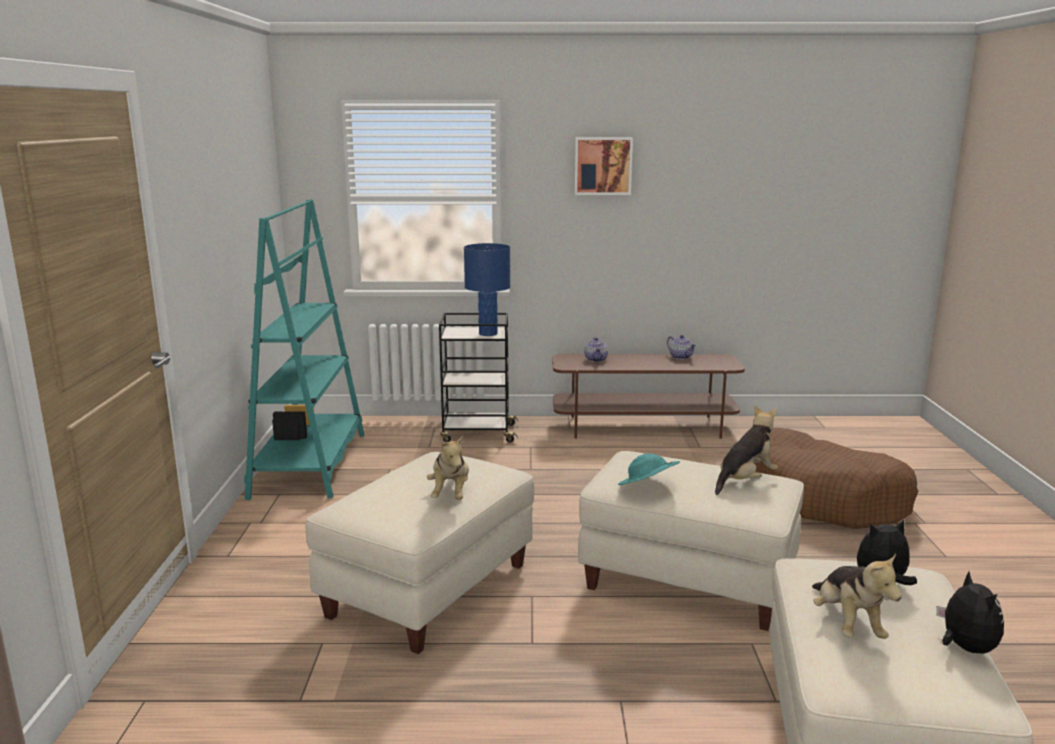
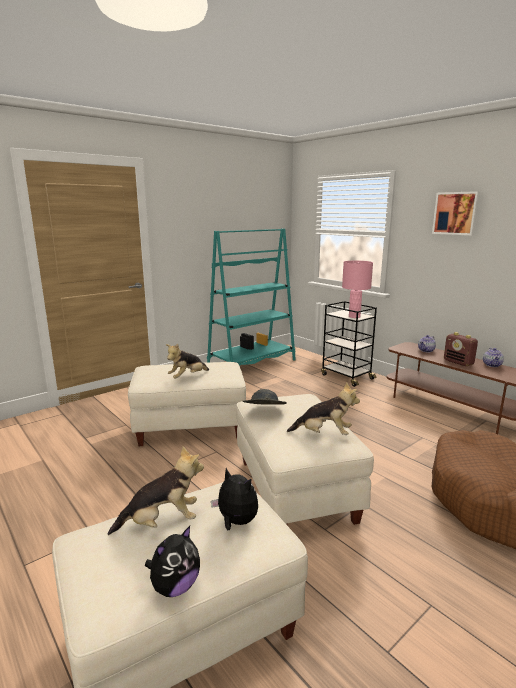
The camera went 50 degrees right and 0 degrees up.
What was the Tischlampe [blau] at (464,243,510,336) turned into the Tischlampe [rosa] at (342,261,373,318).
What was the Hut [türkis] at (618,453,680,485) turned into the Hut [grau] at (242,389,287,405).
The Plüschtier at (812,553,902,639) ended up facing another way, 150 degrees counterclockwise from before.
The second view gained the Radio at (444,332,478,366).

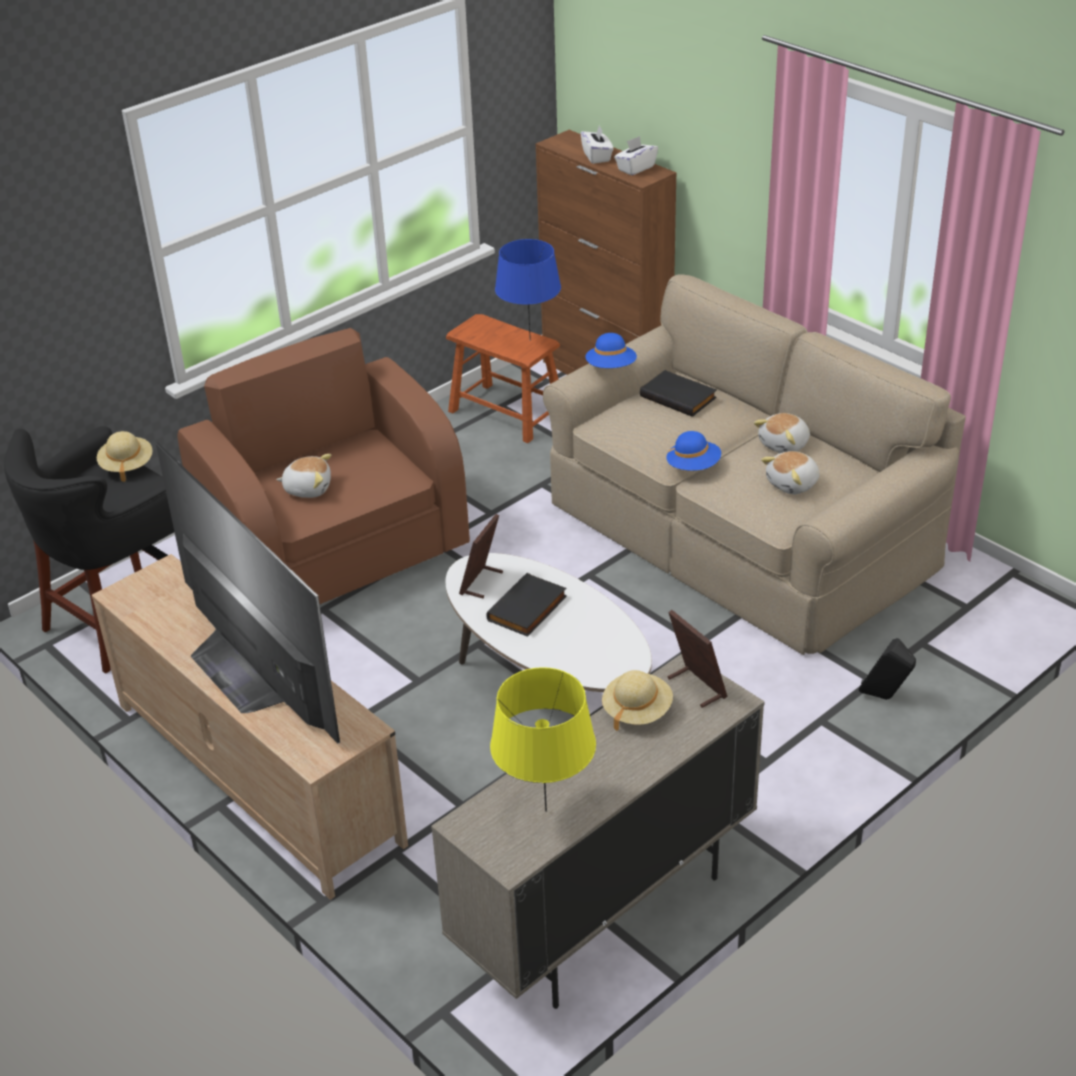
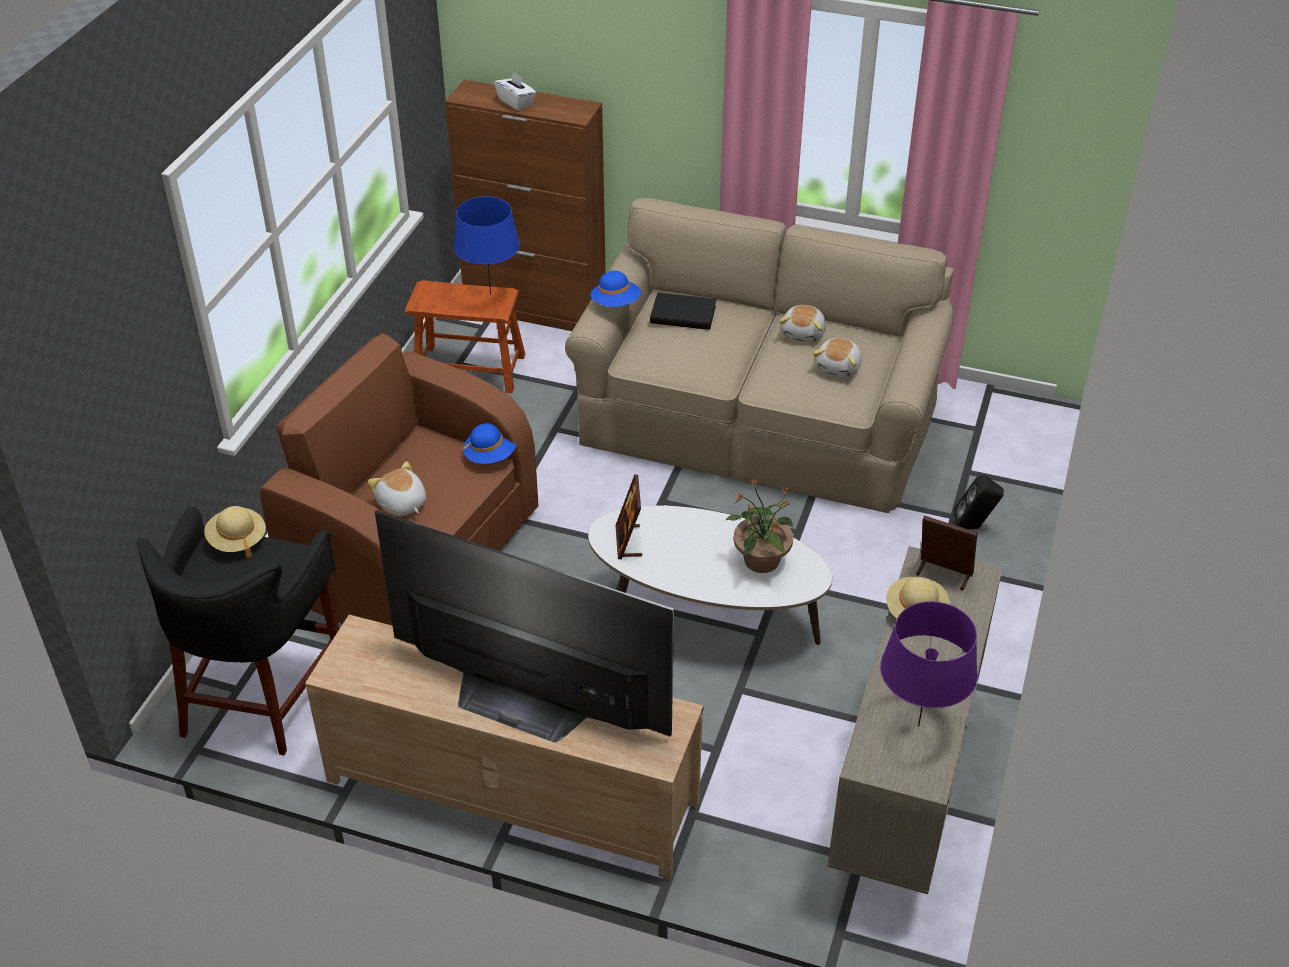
The camera went 30 degrees left and 5 degrees up.
The second view lost the Taschentuchbox [weiß] at (614,136,658,176).
The Hut [blau] ended up elsewhere, having gone from (667,431,721,471) to (463,423,516,464).
The Plüschtier at (276,454,331,498) ended up facing another way, 105 degrees counterclockwise from before.
The second view lost the Buch [schwarz] at (486,573,567,637).
What was the Tischlampe [gelb] at (490,667,596,812) turned into the Tischlampe [lila] at (880,601,978,727).
The second view gained the Topfpflanze at (725,479,793,573).

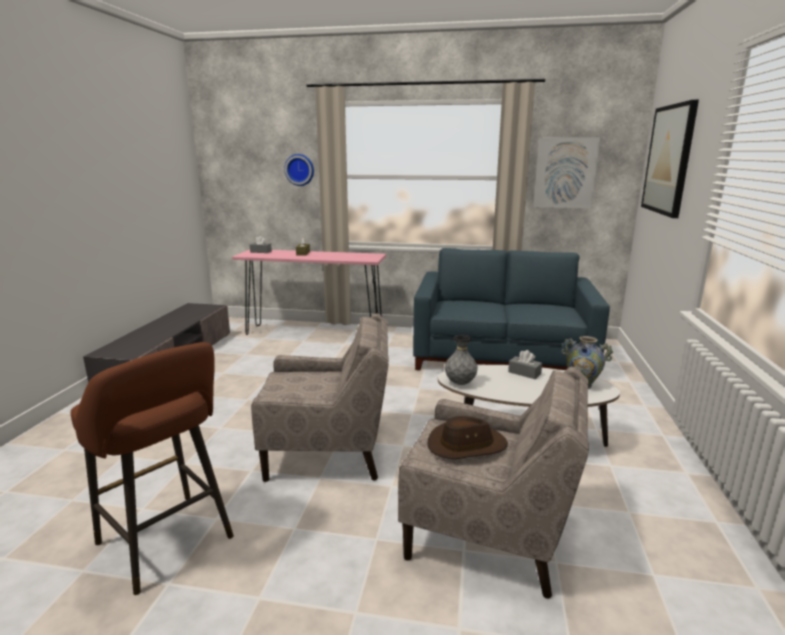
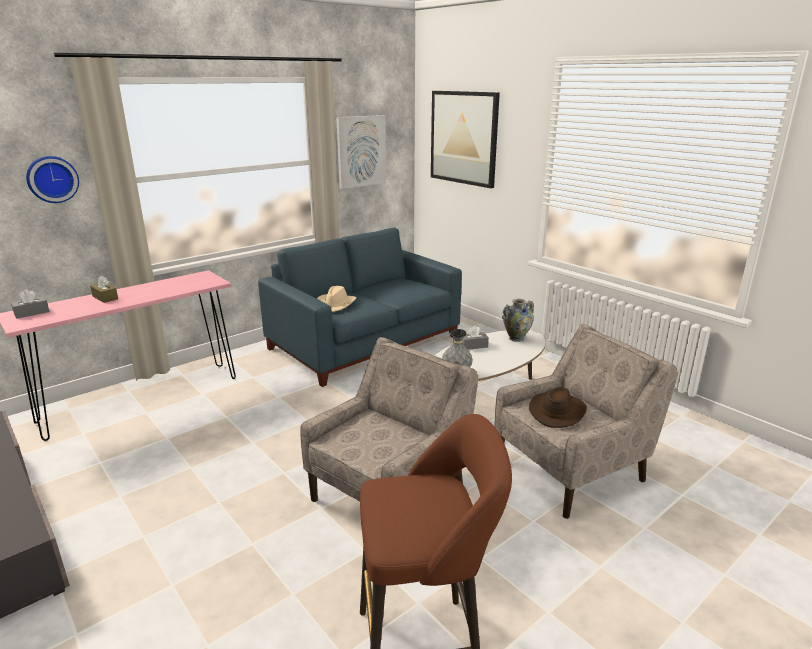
The camera went 50 degrees left and 5 degrees up.
The second view gained the Hut [beige] at (317,286,356,312).

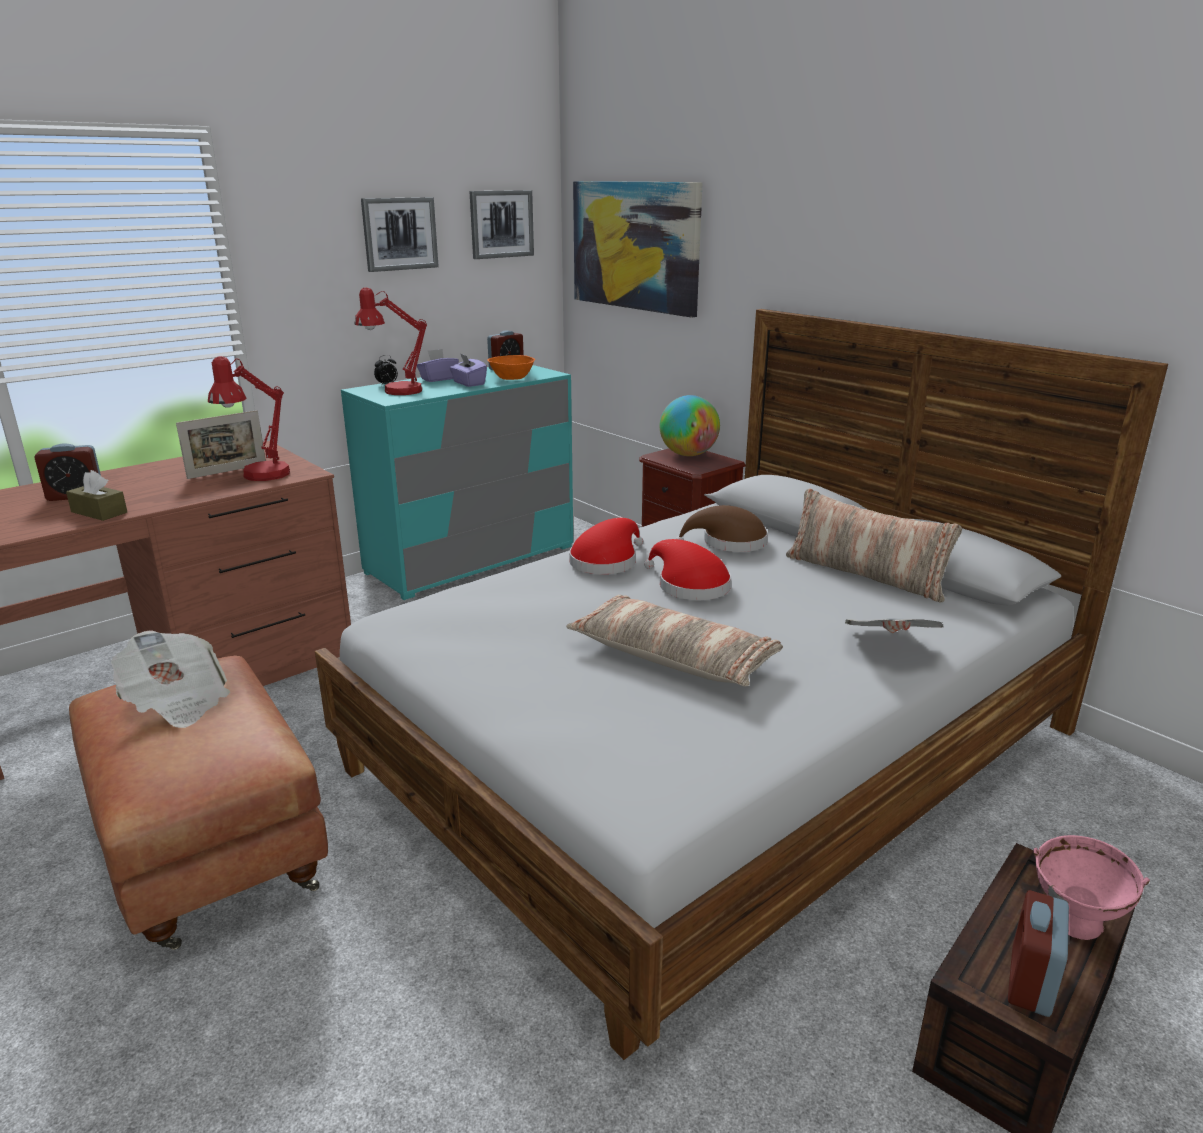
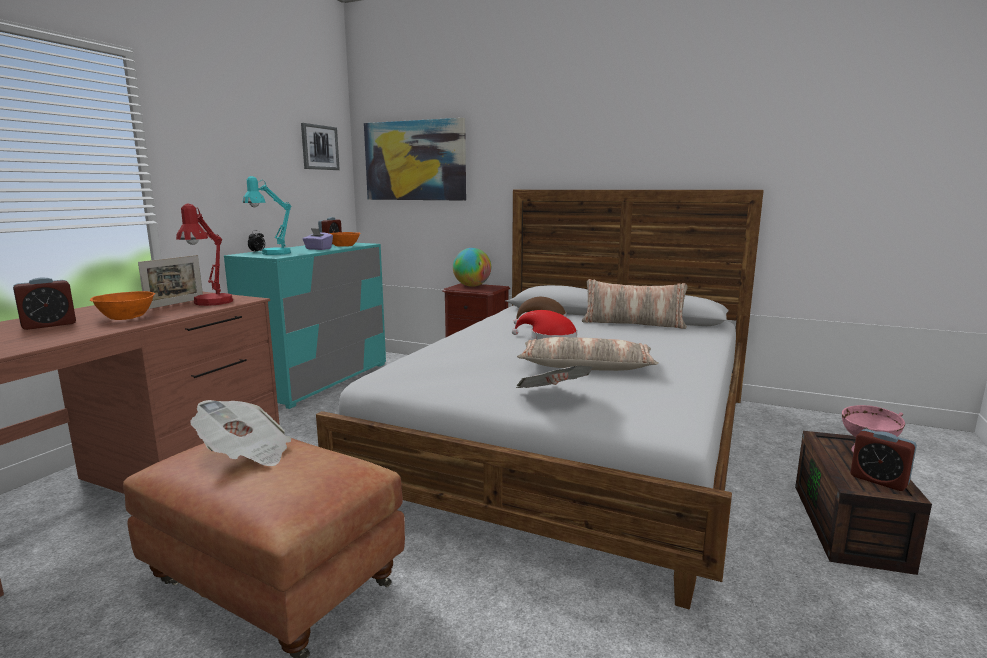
The camera went 25 degrees left and 10 degrees down.
The second view lost the Bild at (361,197,439,272).
What was the Tischlampe [rot] at (354,287,427,395) turned into the Tischlampe [türkis] at (242,176,292,255).
The second view lost the Taschentuchbox [lila] at (417,349,459,382).
The second view lost the Taschentuchbox [braun] at (66,470,127,521).
The second view lost the Hut [rot] at (569,518,643,574).
The Zeitung ended up elsewhere, having gone from (845,619,944,633) to (516,365,593,388).
The Wecker at (1008,890,1069,1017) ended up facing another way, 45 degrees counterclockwise from before.
The second view gained the Schüssel [orange] at (90,291,155,320).

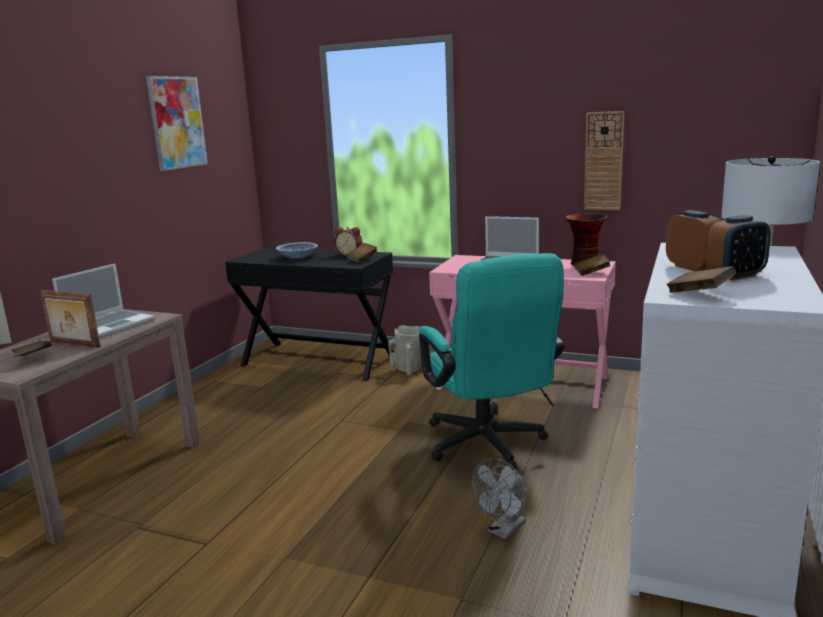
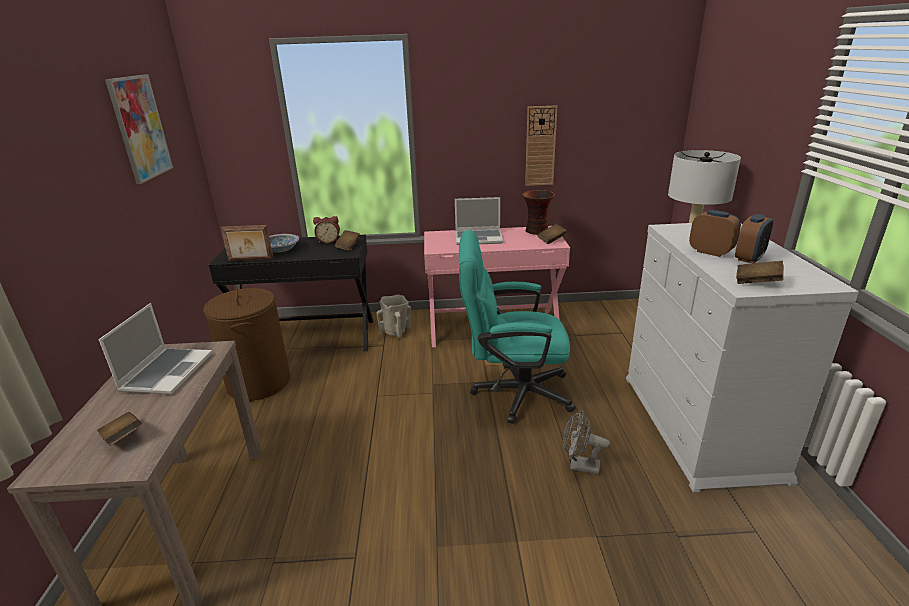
The camera went 25 degrees left and 10 degrees up.
The Bürostuhl [türkis] at (419,253,564,470) ended up facing another way, 135 degrees clockwise from before.
The Bilderrahmen ended up elsewhere, having gone from (40,290,101,348) to (220,225,274,261).
The Ventilator [grau] at (472,458,526,540) ended up facing another way, 90 degrees clockwise from before.
The second view gained the Wäschekorb [braun] at (203,287,290,401).

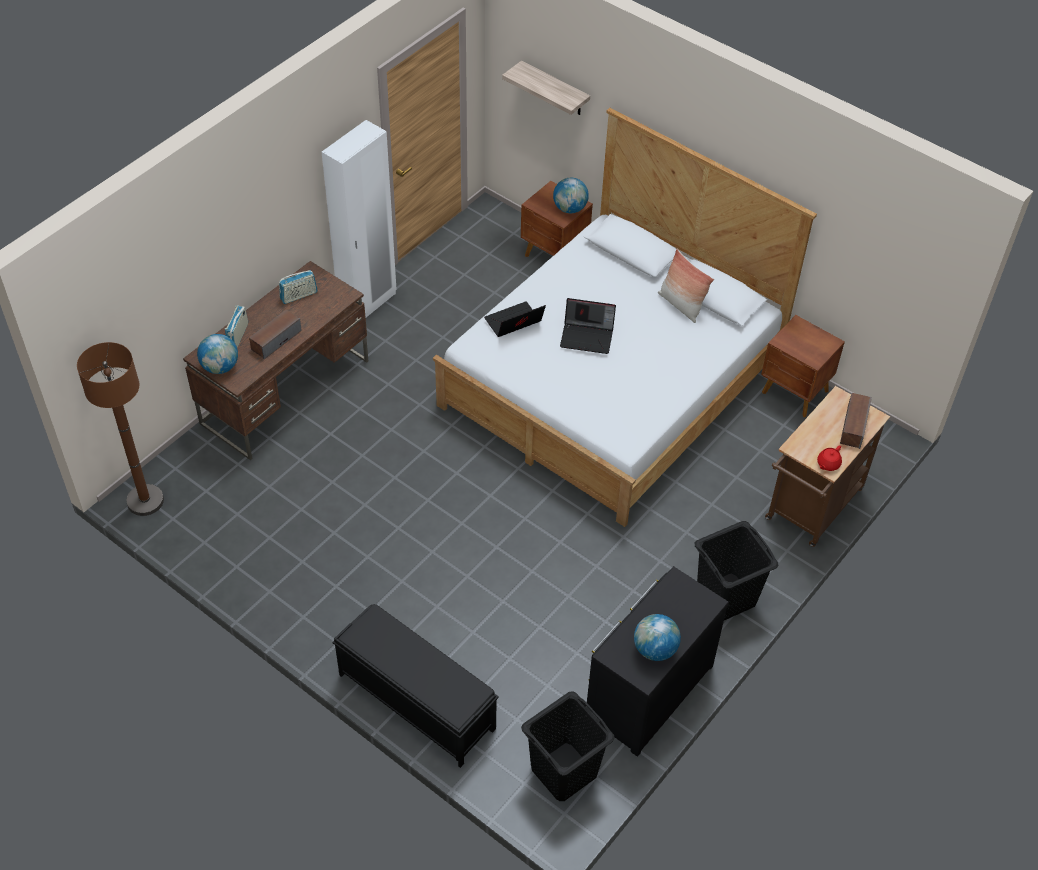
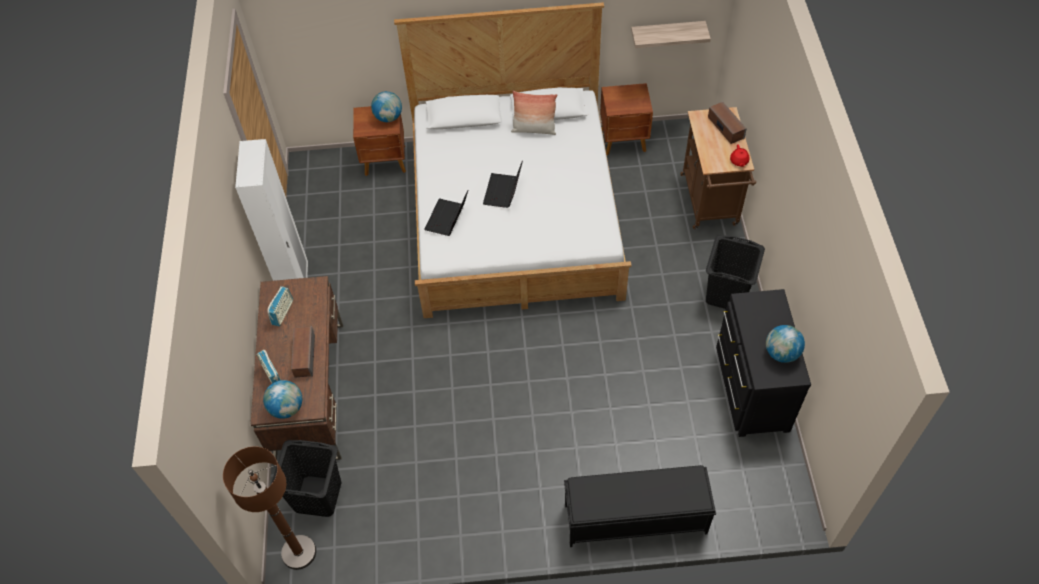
The camera went 40 degrees left and 5 degrees up.
The Wandregal ended up elsewhere, having gone from (502,60,590,115) to (631,21,711,48).
The Laptop at (560,298,616,354) ended up facing another way, 135 degrees clockwise from before.
The Wäschekorb [schwarz] ended up elsewhere, having gone from (521,691,615,801) to (271,440,341,517).

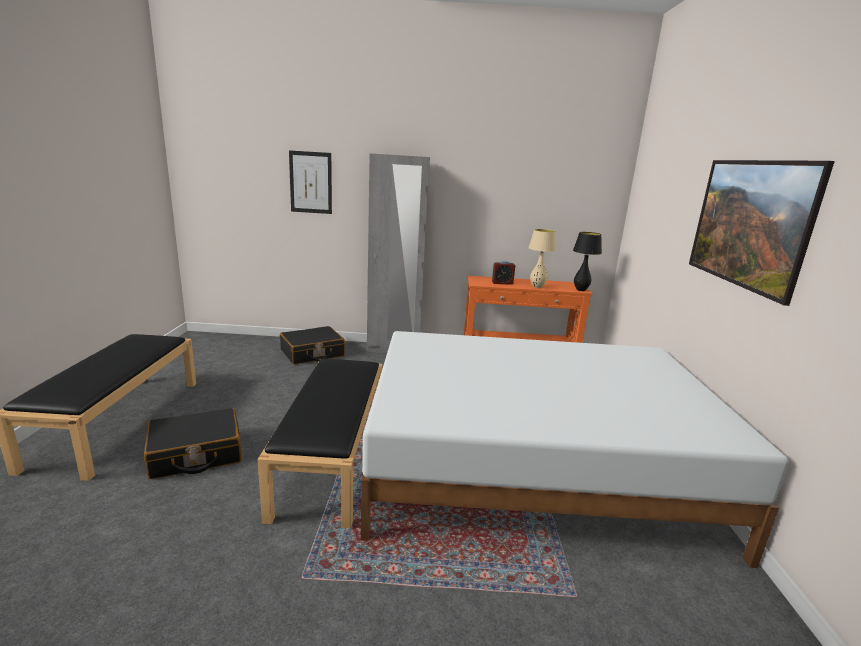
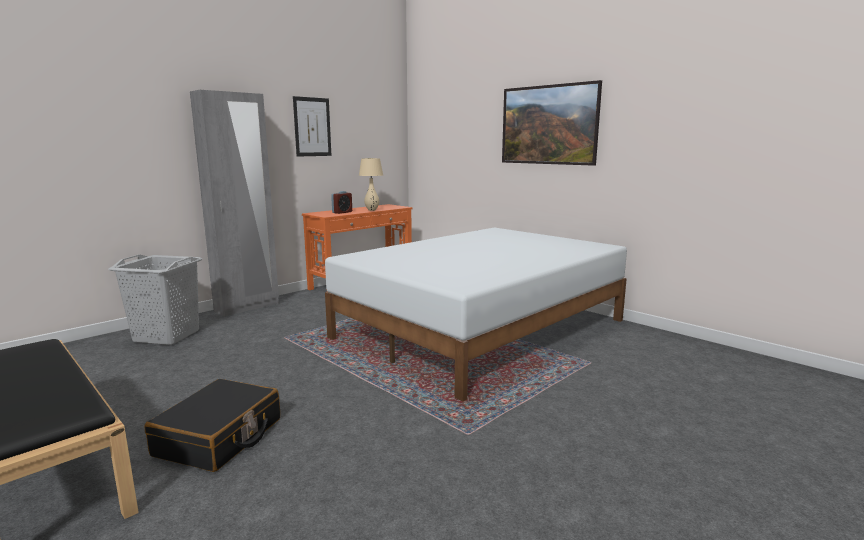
The camera went 45 degrees left and 5 degrees down.
The Bild ended up elsewhere, having gone from (289,150,332,214) to (293,96,331,157).
The second view lost the Tischlampe [schwarz] at (573,232,602,291).
Where the Koffer [schwarz] stood at (280,326,345,364), the Wäschekorb [grau] came to stand at (108,254,202,345).
The second view lost the Bank [schwarz] at (257,359,383,528).

